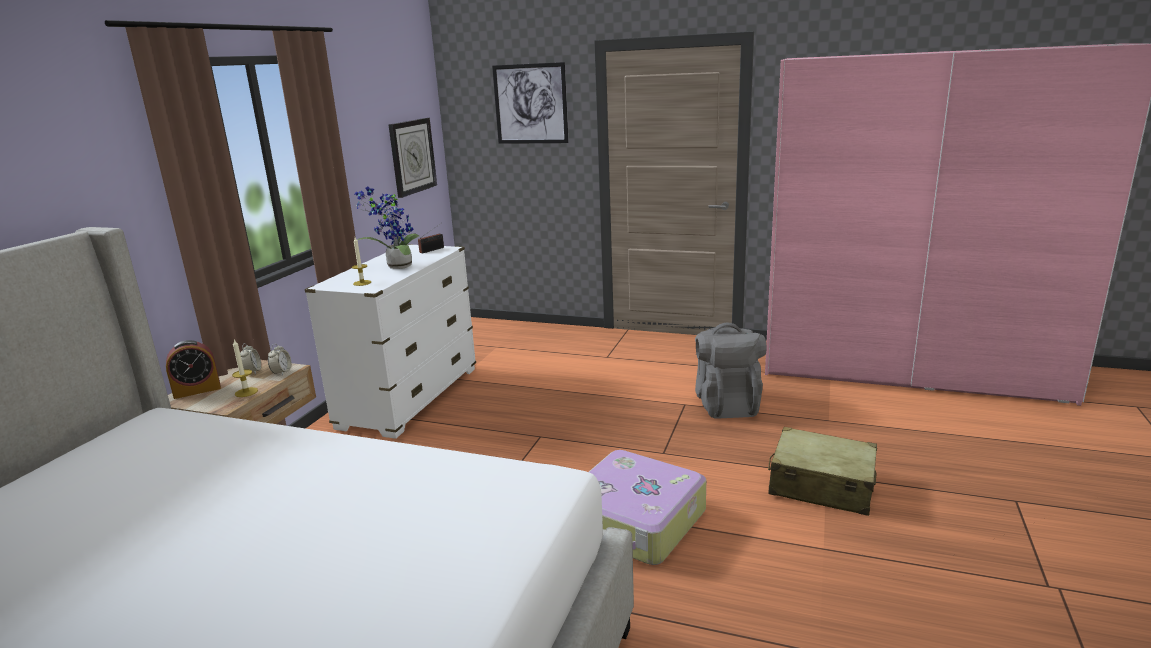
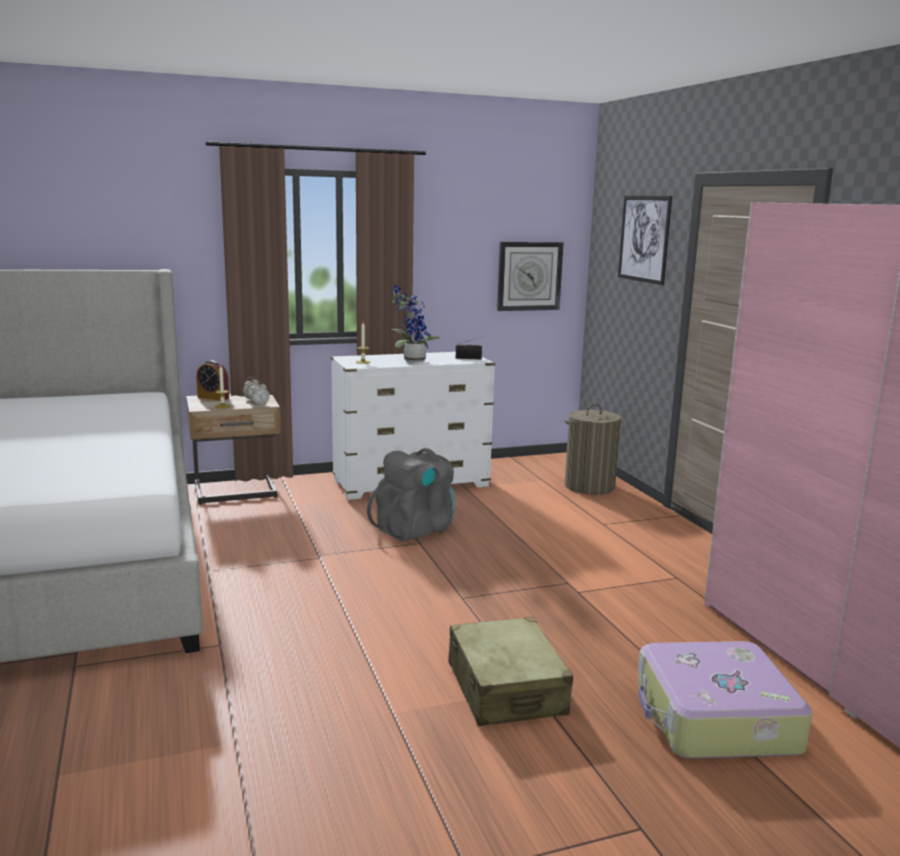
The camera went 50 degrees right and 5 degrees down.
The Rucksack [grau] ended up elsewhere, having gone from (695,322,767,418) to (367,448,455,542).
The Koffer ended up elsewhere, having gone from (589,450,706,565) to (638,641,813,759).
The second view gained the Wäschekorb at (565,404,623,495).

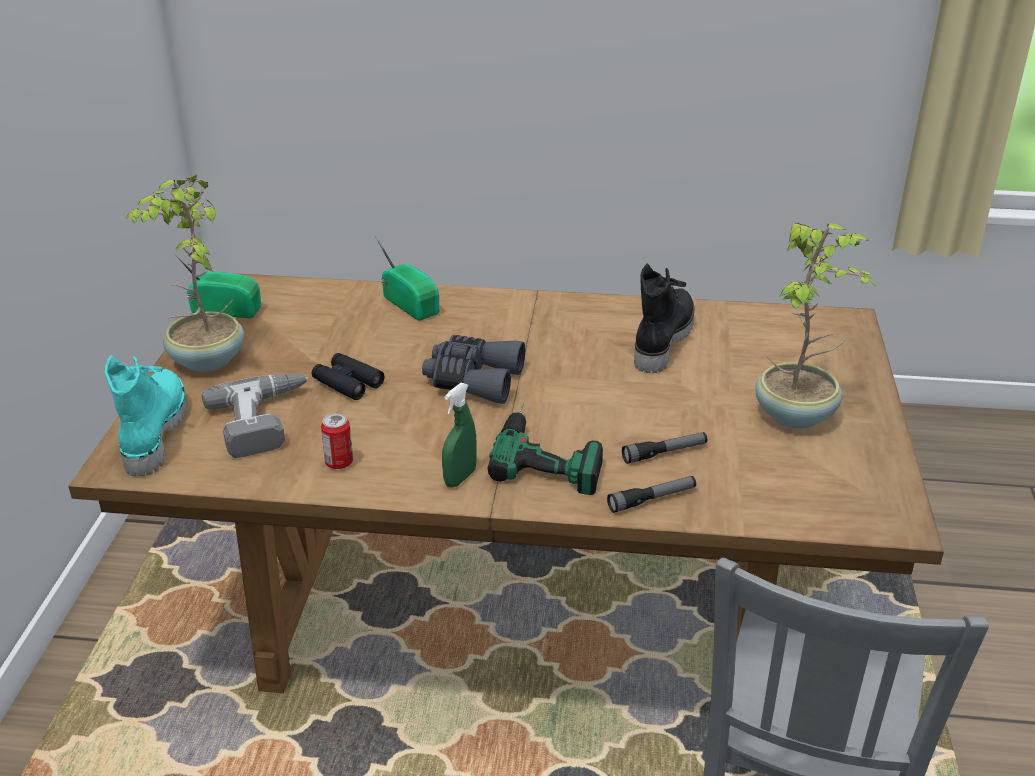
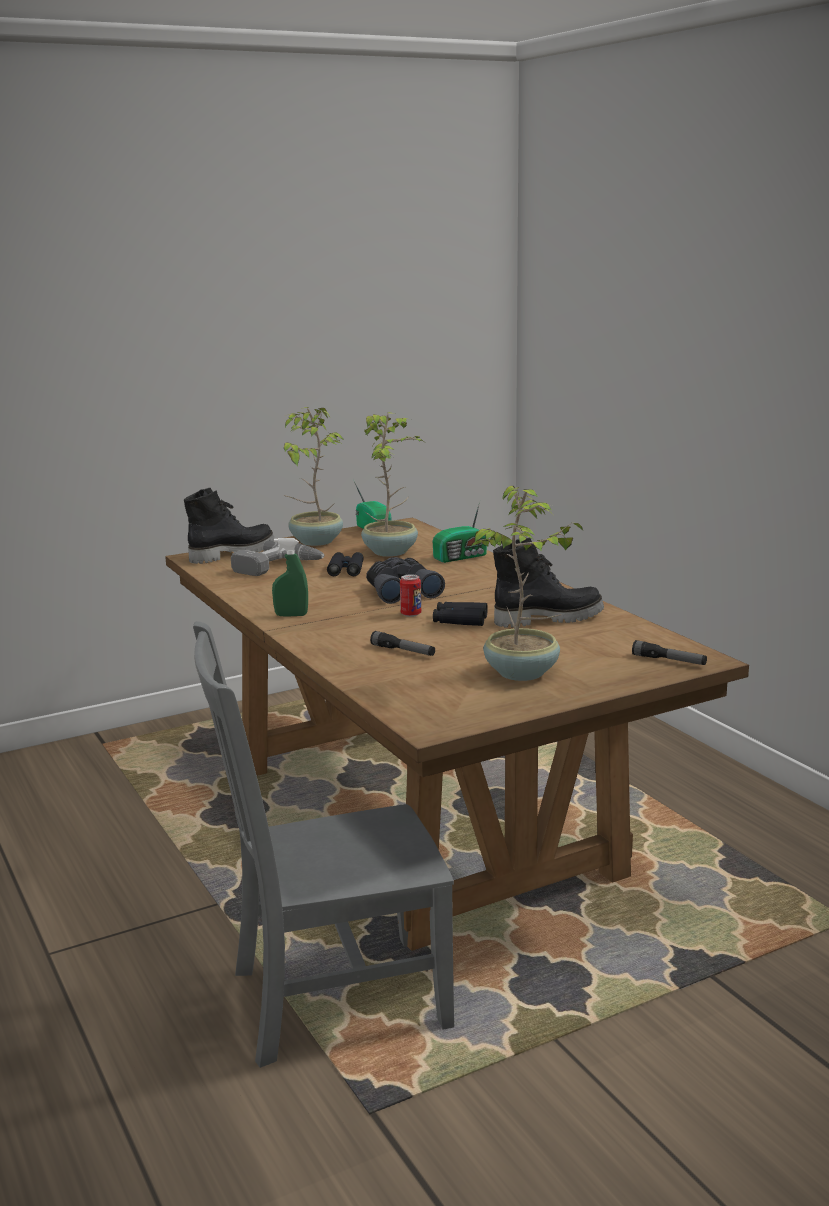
The camera went 55 degrees right and 15 degrees down.
The Radio at (375,236,439,321) ended up facing another way, 45 degrees clockwise from before.
What was the Stiefel [türkis] at (104,355,187,477) turned into the Stiefel [schwarz] at (184,488,275,564).
The second view lost the Bohrmaschine at (488,402,603,495).
The Dose ended up elsewhere, having gone from (321,413,353,469) to (400,574,421,617).
The Taschenlampe ended up elsewhere, having gone from (607,476,696,513) to (632,640,707,665).
The second view gained the Topfpflanze at (361,412,424,557).
The second view gained the Fernglas [schwarz] at (433,602,488,626).

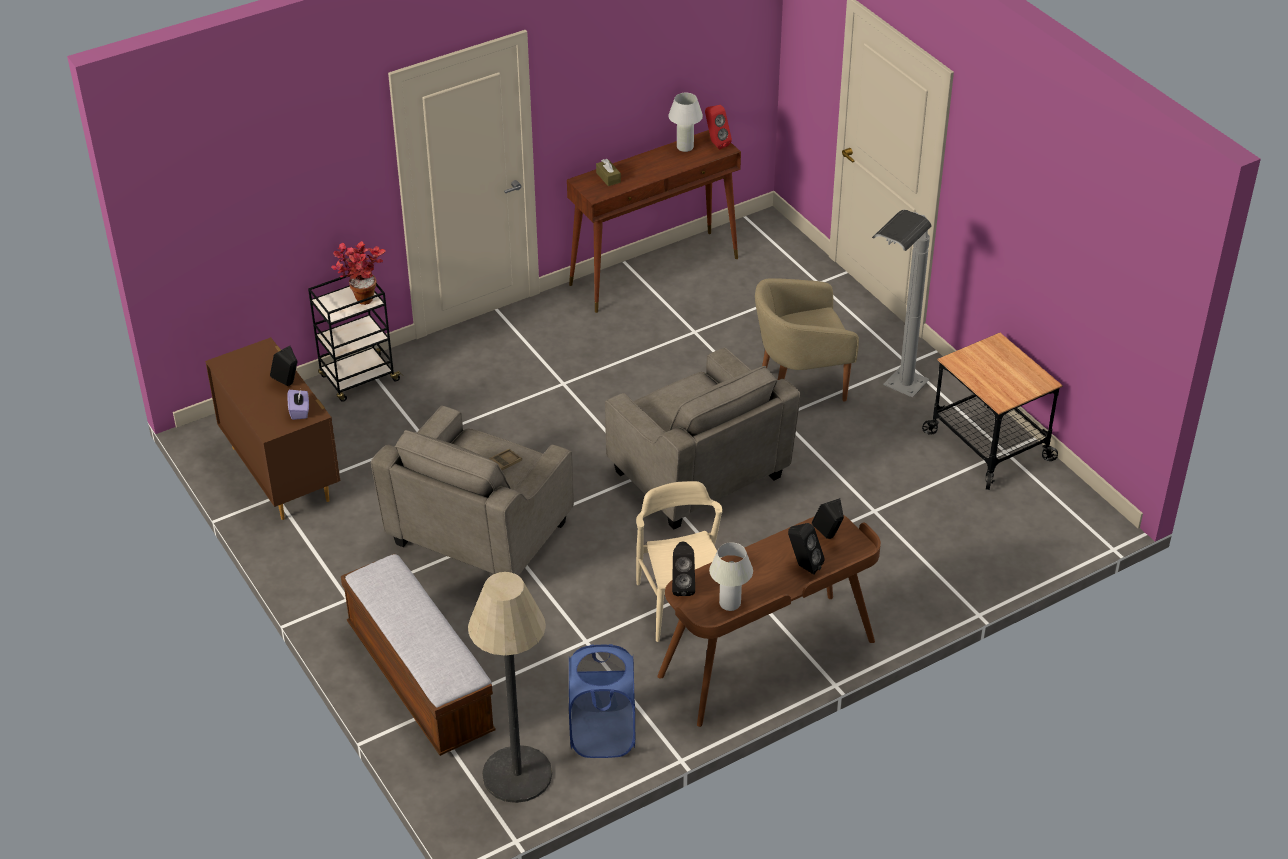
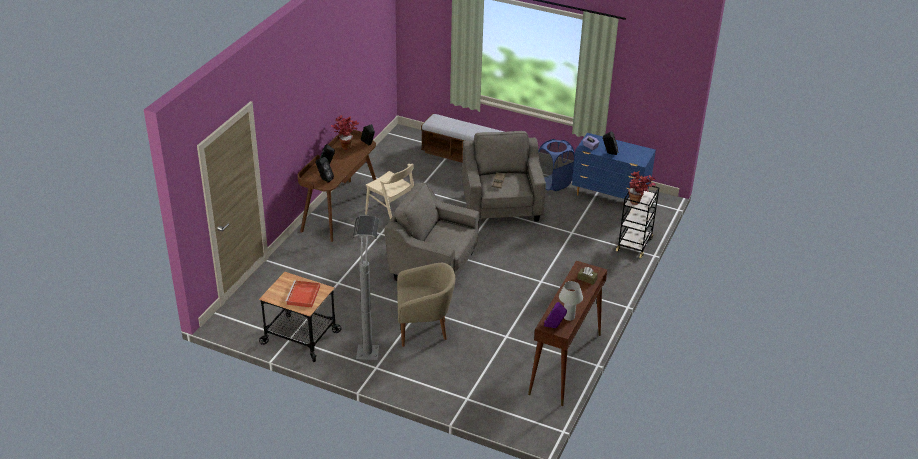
The camera went 145 degrees right and 5 degrees down.
What was the Lautsprecher [rot] at (705,105,732,149) turned into the Lautsprecher [lila] at (544,302,567,328).
The Sessel [beige] at (755,278,859,402) ended up facing another way, 45 degrees clockwise from before.
What was the Kommode [braun] at (205,337,340,520) turned into the Kommode [blau] at (572,133,656,199).
Where the Tischlampe [weiß] stood at (709,542,753,611), the Topfpflanze came to stand at (331,115,359,150).
The second view lost the Stehlampe at (468,572,552,803).
The Wäschekorb [blau] ended up elsewhere, having gone from (569,644,635,758) to (538,139,575,191).
The second view gained the Tablett [rot] at (285,280,320,308).

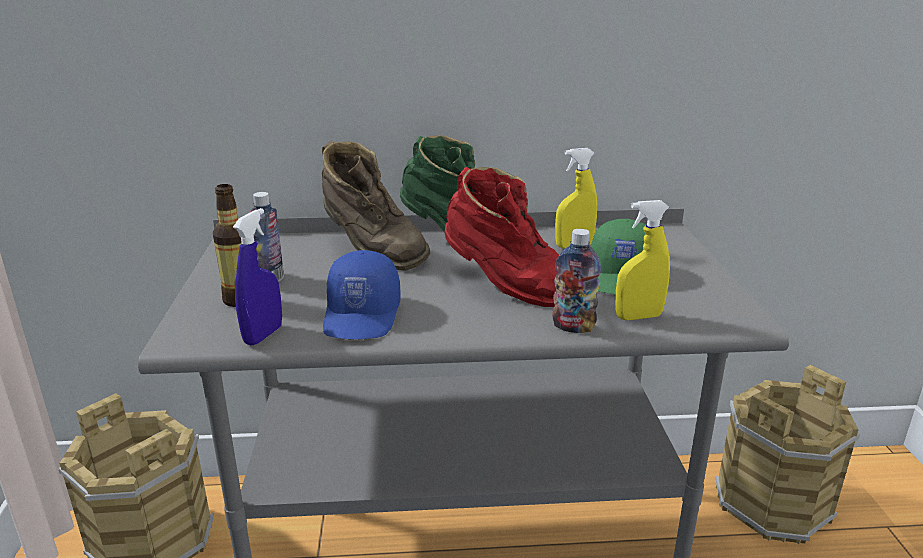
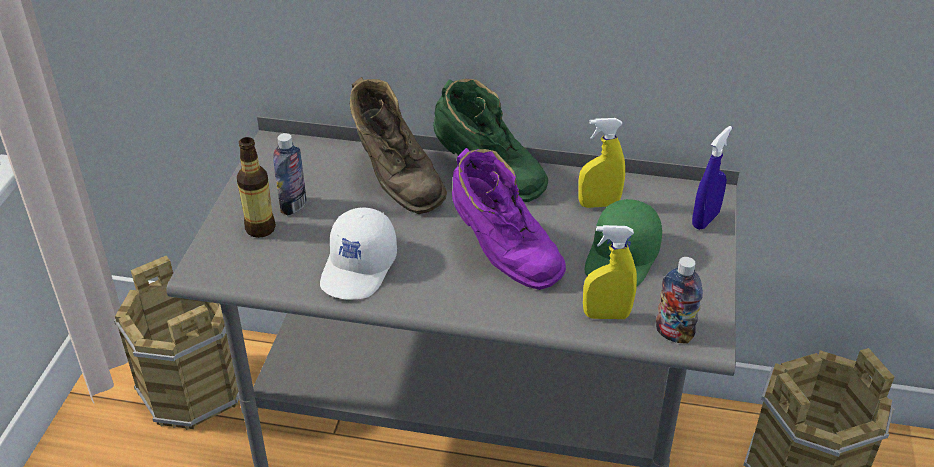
The camera went 15 degrees right and 15 degrees up.
What was the Stiefel [rot] at (444,167,559,307) turned into the Stiefel [lila] at (452,148,566,290).
The Sprühflasche [blau] ended up elsewhere, having gone from (233,208,282,346) to (692,126,732,230).
The Flasche ended up elsewhere, having gone from (552,229,601,333) to (656,257,703,344).
What was the Kappe [blau] at (323,250,400,339) turned into the Kappe [weiß] at (320,207,397,299).

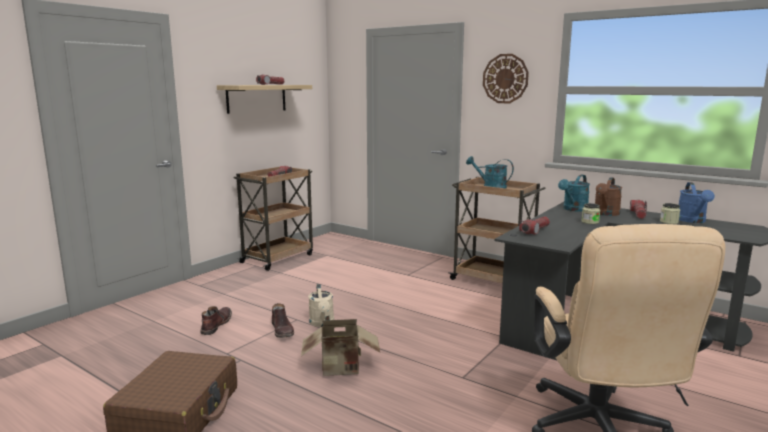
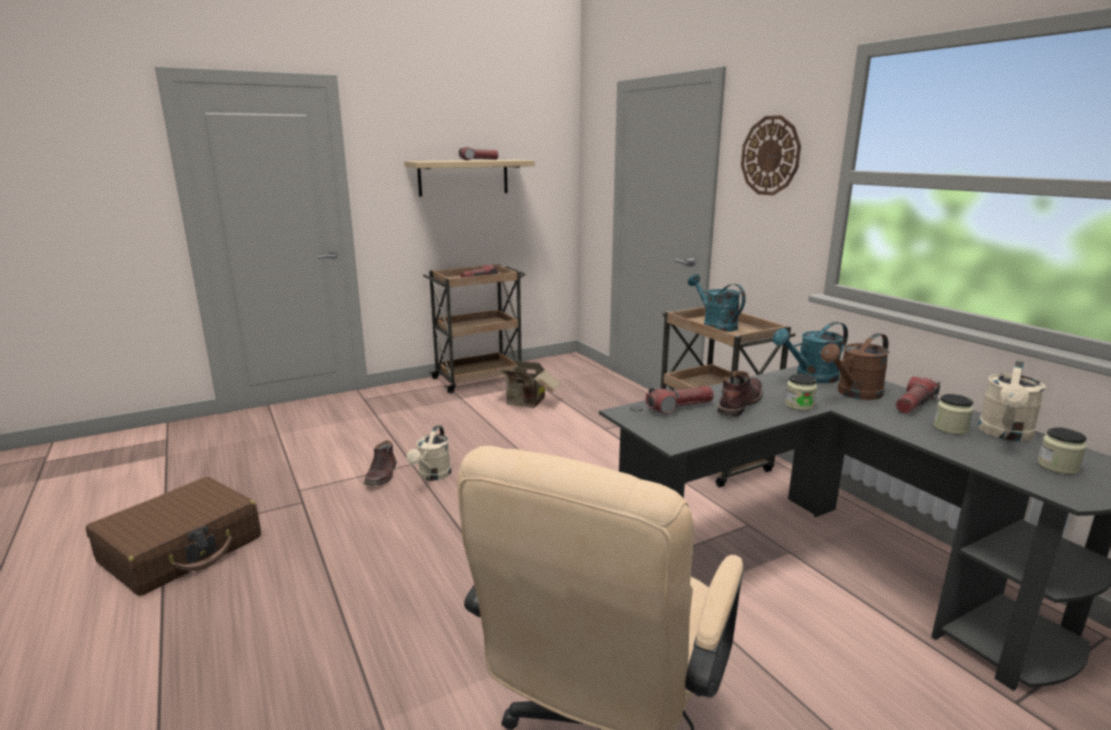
The camera went 25 degrees right and 5 degrees up.
What was the Gießkanne [blau] at (679,182,715,223) turned into the Gießkanne [beige] at (978,361,1046,441).
The Stiefel [braun] ended up elsewhere, having gone from (201,306,232,335) to (717,371,763,417).
The Karton ended up elsewhere, having gone from (301,319,380,376) to (493,360,561,408).
The second view gained the Vorratsglas at (1037,427,1087,474).

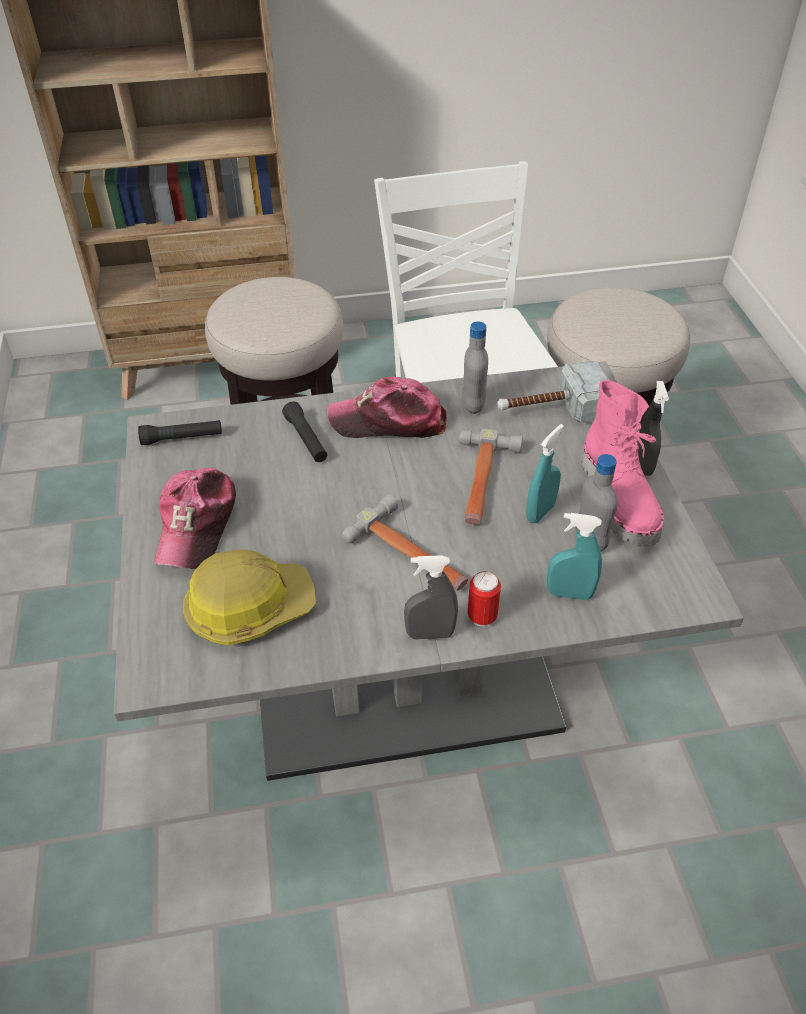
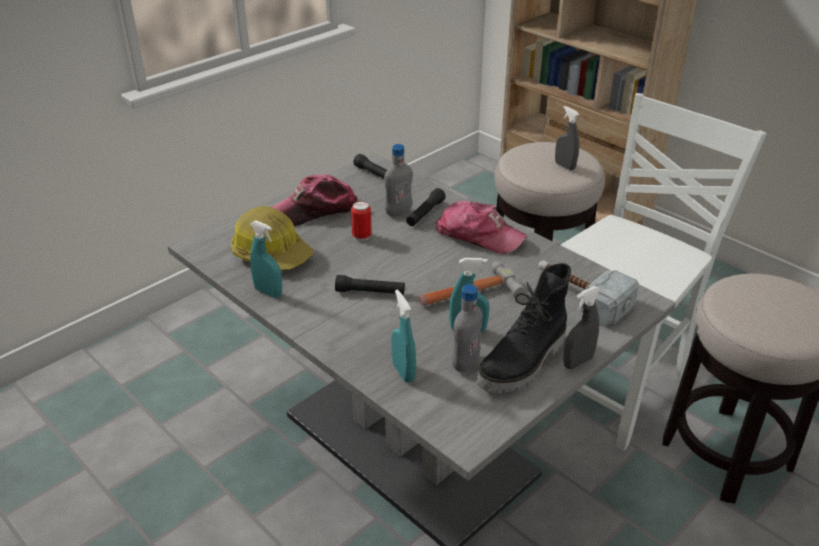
The camera went 55 degrees right and 10 degrees down.
The Flasche [grau] ended up elsewhere, having gone from (462,321,488,414) to (384,144,413,217).
The Kappe at (327,377,447,438) ended up facing another way, 150 degrees clockwise from before.
What was the Stiefel [rosa] at (581,380,664,547) turned into the Stiefel [schwarz] at (476,263,571,393).
Where the Hammer stood at (342,494,468,591), the Taschenlampe [schwarz] came to stand at (335,275,405,294).
The Sprühflasche [grau] ended up elsewhere, having gone from (404,555,458,640) to (555,106,579,171).
The Dose ended up elsewhere, having gone from (468,571,501,626) to (351,201,372,241).
The second view gained the Sprühflasche [türkis] at (250,221,282,298).

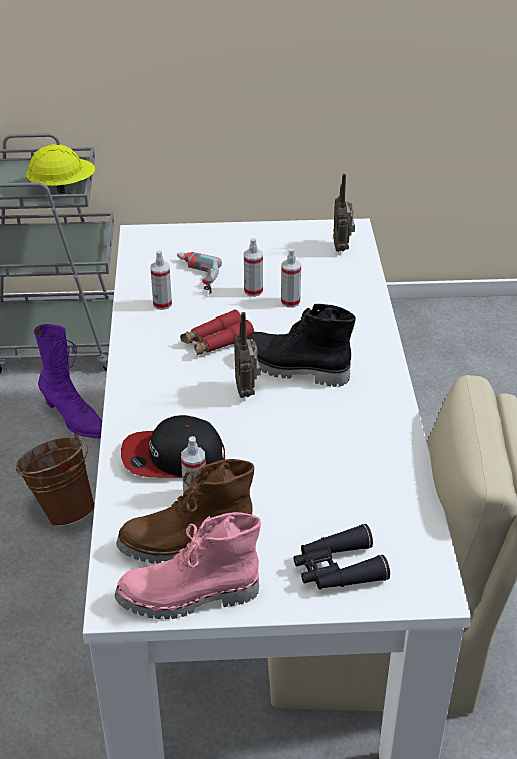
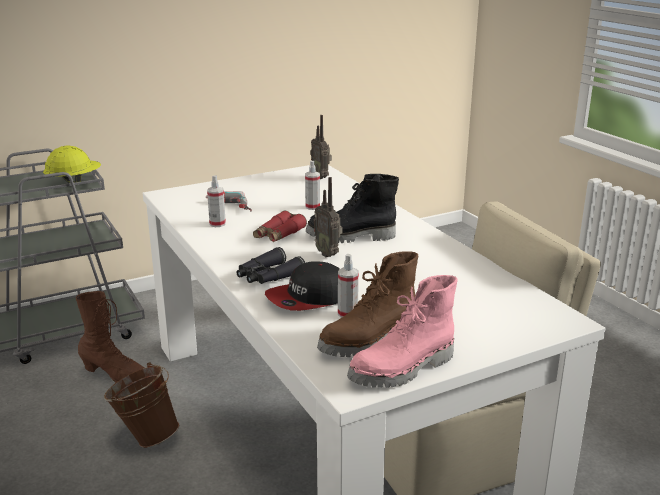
The camera went 25 degrees left and 15 degrees down.
The second view lost the Sprühflasche at (244,238,263,297).
What was the Stiefel [lila] at (34,324,102,438) turned into the Stiefel [braun] at (76,291,145,383).
The Fernglas [schwarz] ended up elsewhere, having gone from (294,524,390,590) to (236,247,305,284).

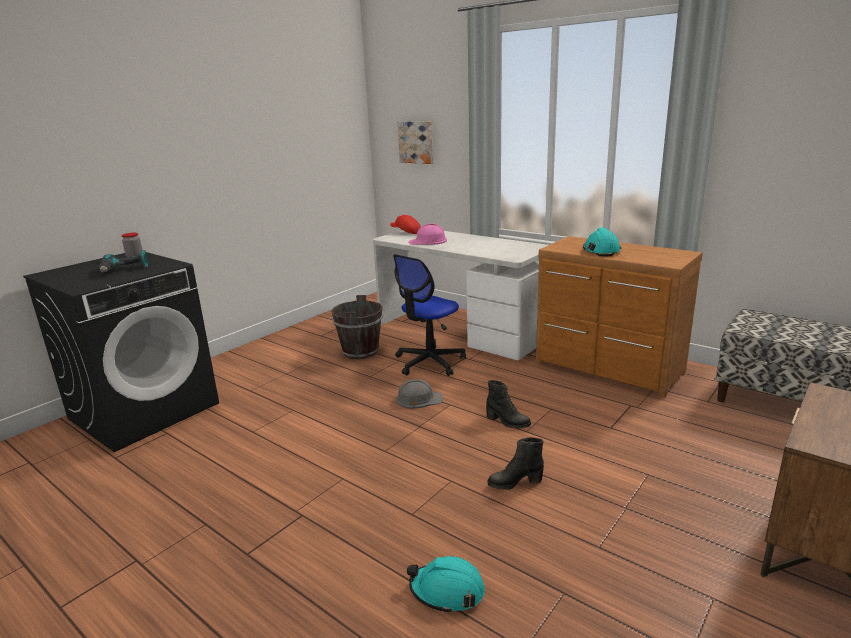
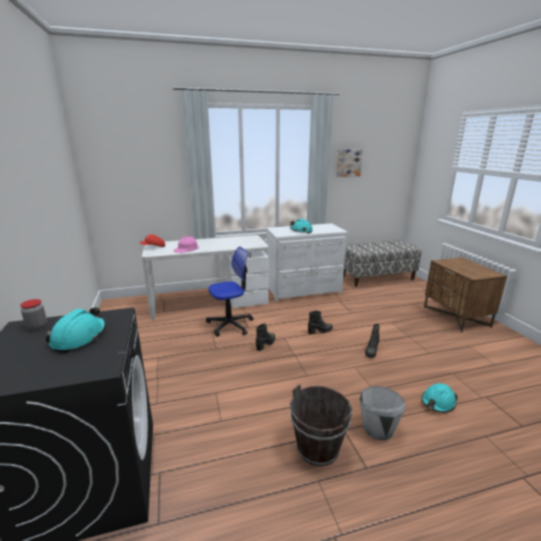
The camera went 55 degrees left and 0 degrees up.
The Bild ended up elsewhere, having gone from (398,121,433,164) to (336,149,363,177).
What was the Kommode [braun] at (536,236,703,398) turned into the Kommode [weiß] at (266,223,347,301).
Where the Bohrmaschine stood at (99,250,148,273), the Schutzhelm [türkis] came to stand at (46,307,106,353).
The Bürostuhl at (393,254,466,376) ended up facing another way, 105 degrees counterclockwise from before.
The Eimer [braun] ended up elsewhere, having gone from (331,295,383,359) to (290,384,352,466).
Where the Schutzhelm [grau] stood at (396,379,443,409), the Stiefel [schwarz] came to stand at (256,324,275,351).
The second view gained the Eimer [grau] at (360,386,406,440).

